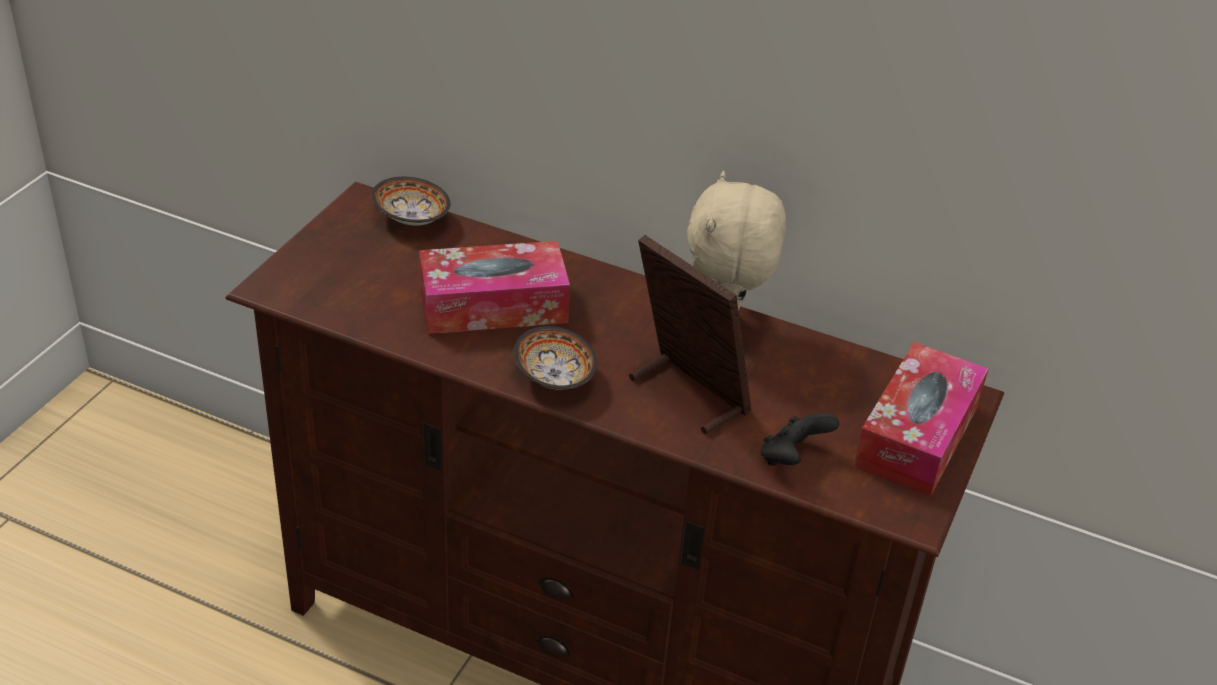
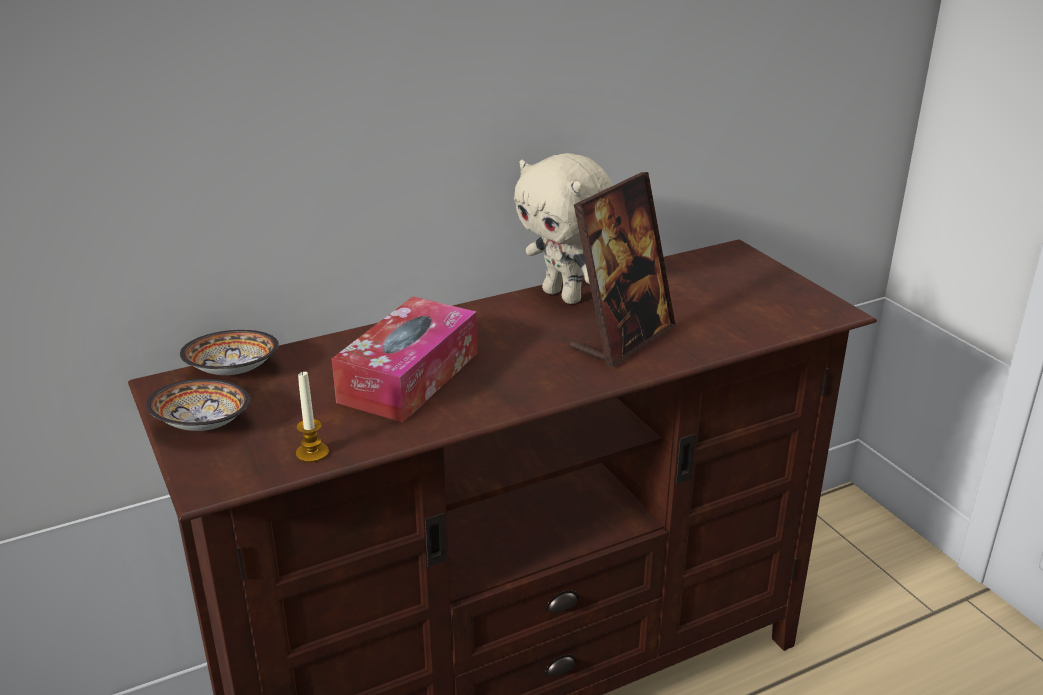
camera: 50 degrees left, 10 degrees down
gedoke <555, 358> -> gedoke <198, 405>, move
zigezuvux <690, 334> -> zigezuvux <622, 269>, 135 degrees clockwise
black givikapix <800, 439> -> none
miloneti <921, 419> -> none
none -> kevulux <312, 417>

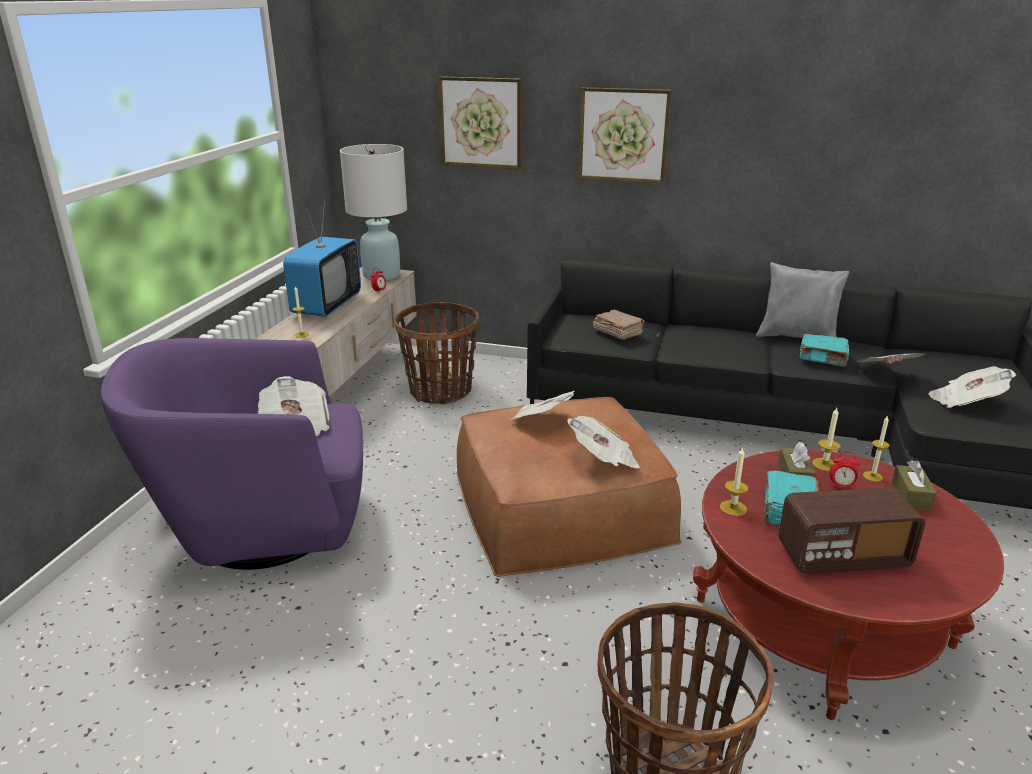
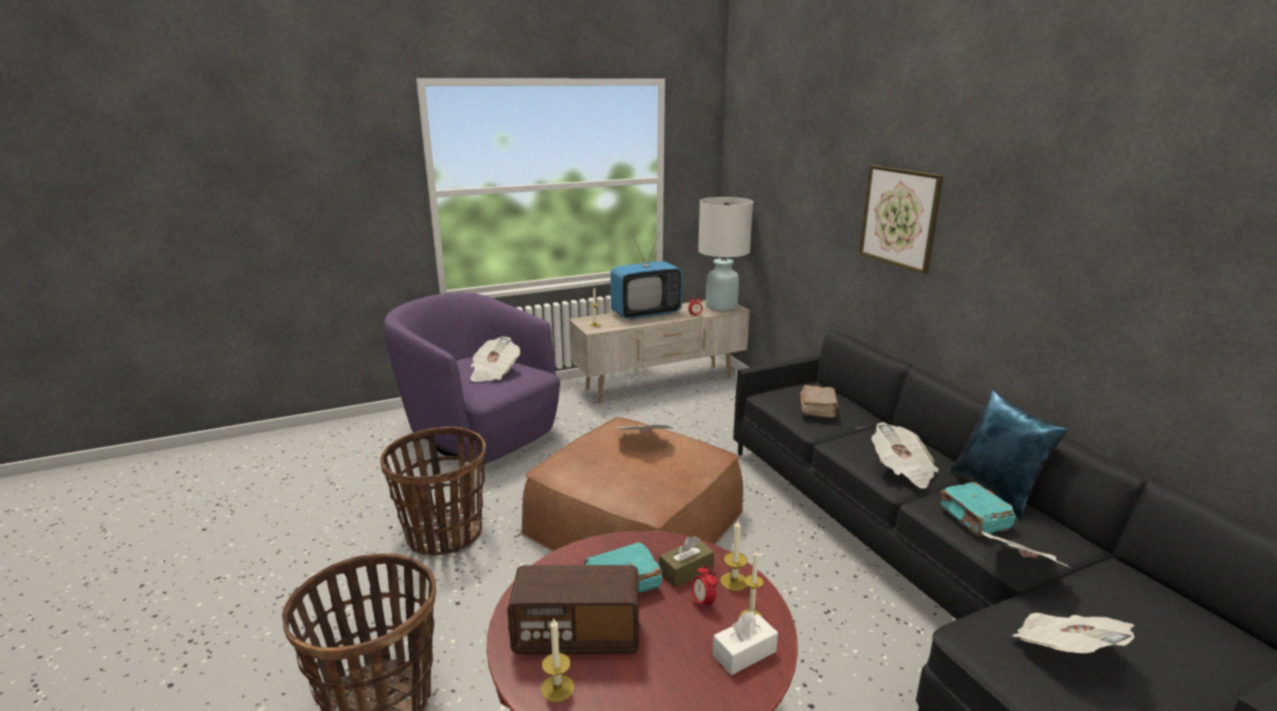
camera: 50 degrees right, 5 degrees down
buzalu <436, 353> -> buzalu <433, 491>, move
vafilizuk <480, 122> -> none
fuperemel <603, 442> -> fuperemel <905, 455>, move
kevulux <734, 481> -> kevulux <557, 659>, move
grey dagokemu <802, 300> -> blue dagokemu <1009, 455>
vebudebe <852, 530> -> vebudebe <573, 610>, 45 degrees counterclockwise
brown miloneti <914, 485> -> white miloneti <745, 643>

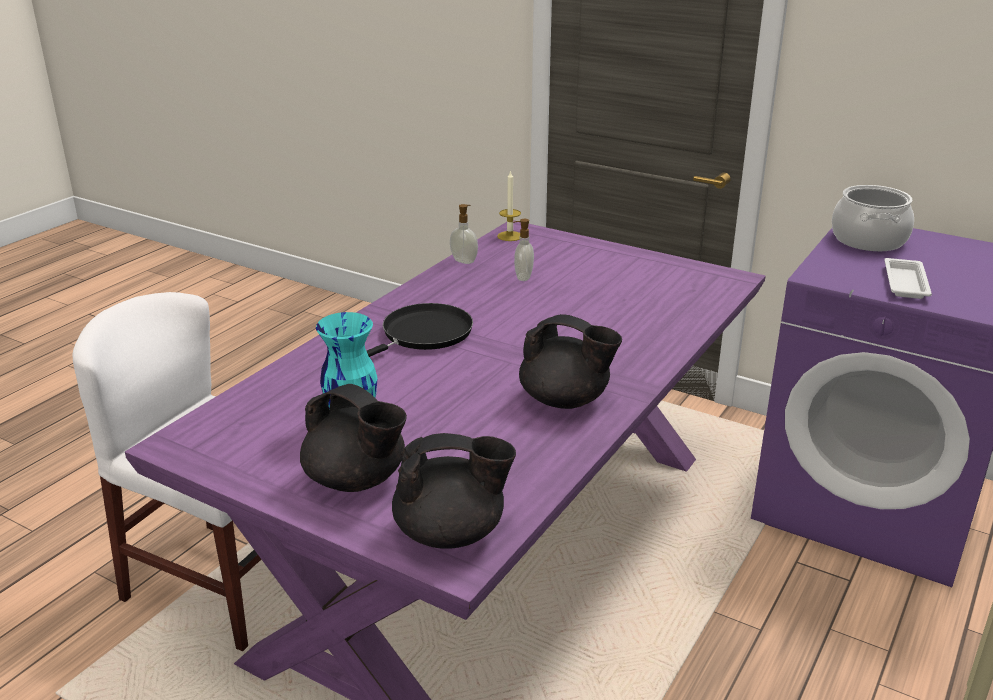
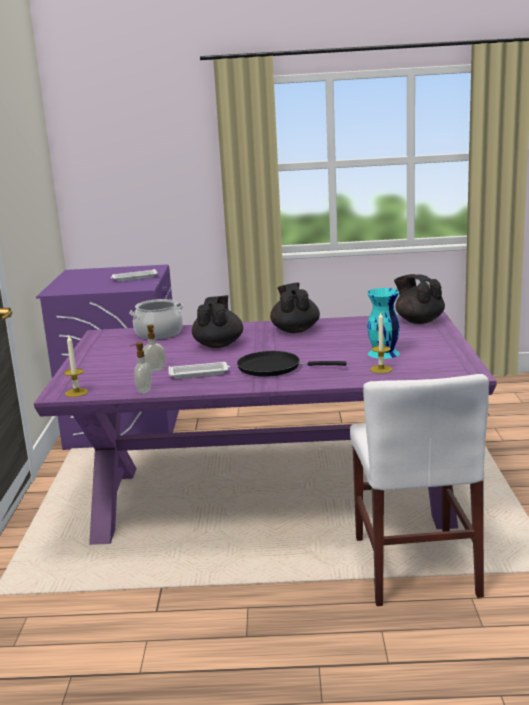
camera: 120 degrees left, 10 degrees down
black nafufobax <353, 438> -> black nafufobax <217, 321>, move
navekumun <873, 218> -> navekumun <156, 319>, move
none -> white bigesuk <199, 370>
none -> kevulux <381, 343>

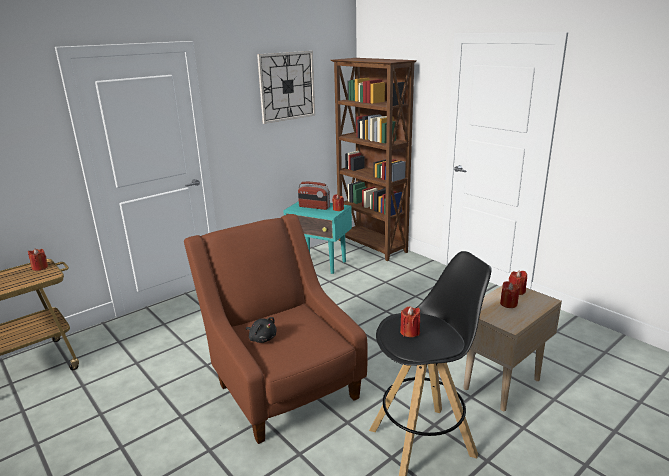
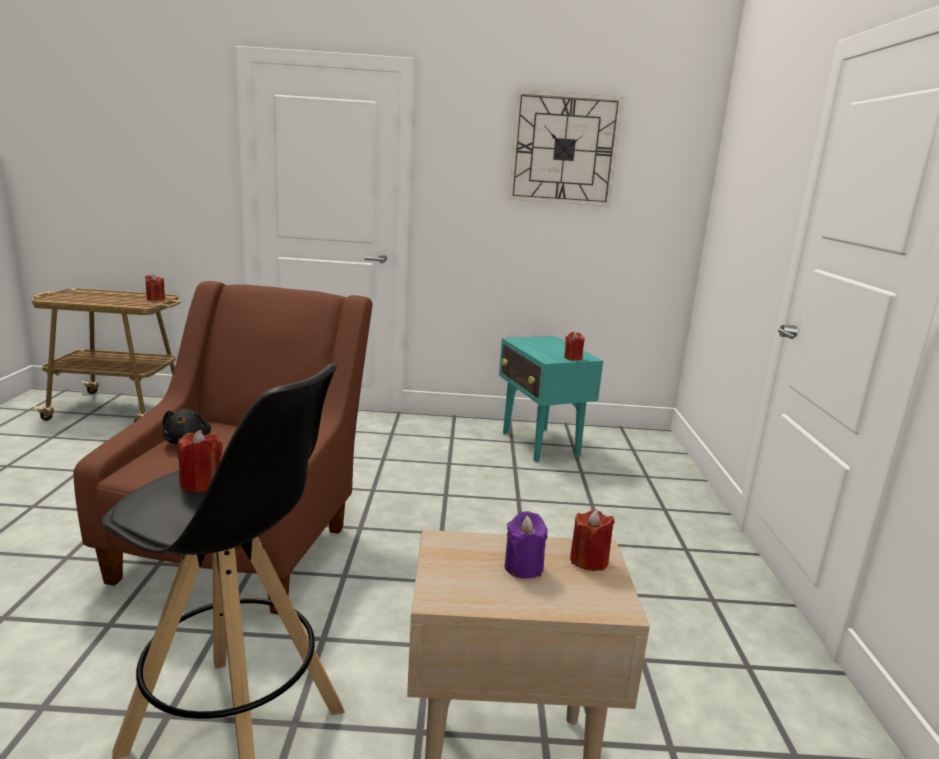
camera: 40 degrees right, 5 degrees down
vebudebe <314, 196> -> none
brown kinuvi <374, 159> -> none
red kevulux <510, 294> -> purple kevulux <526, 545>

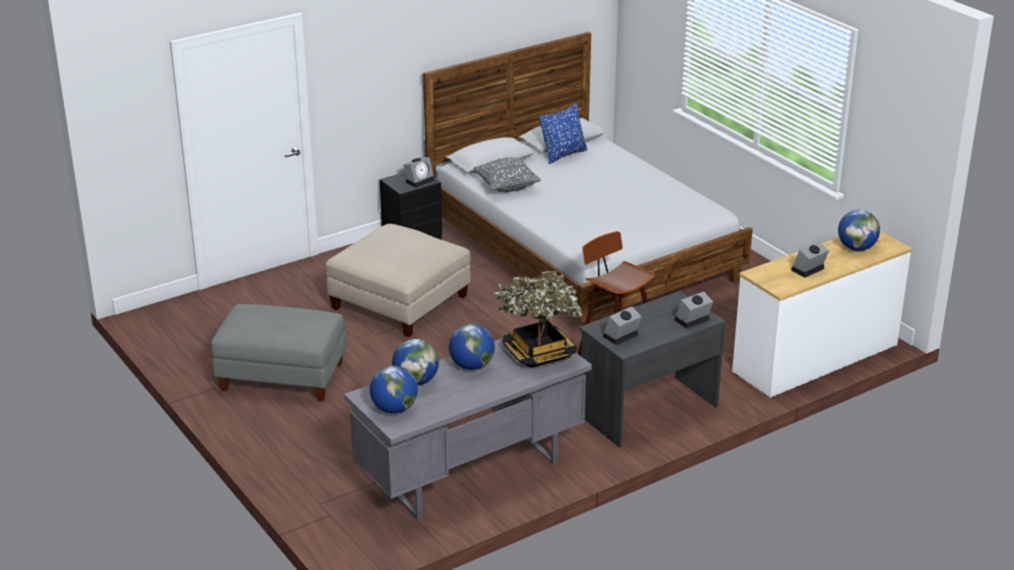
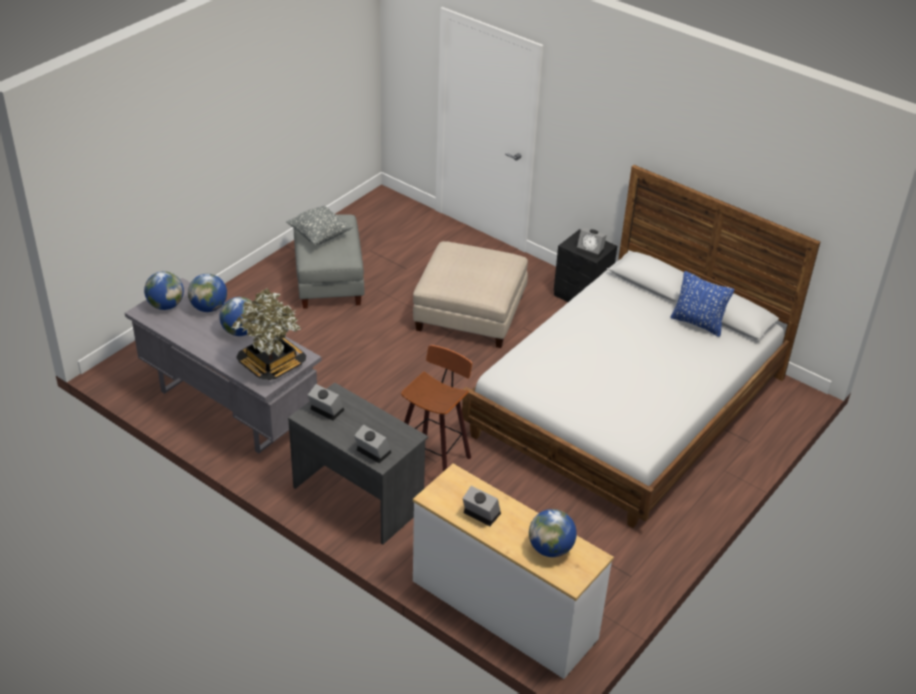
camera: 70 degrees right, 10 degrees up
grey dagokemu <507, 175> -> grey dagokemu <319, 225>, move

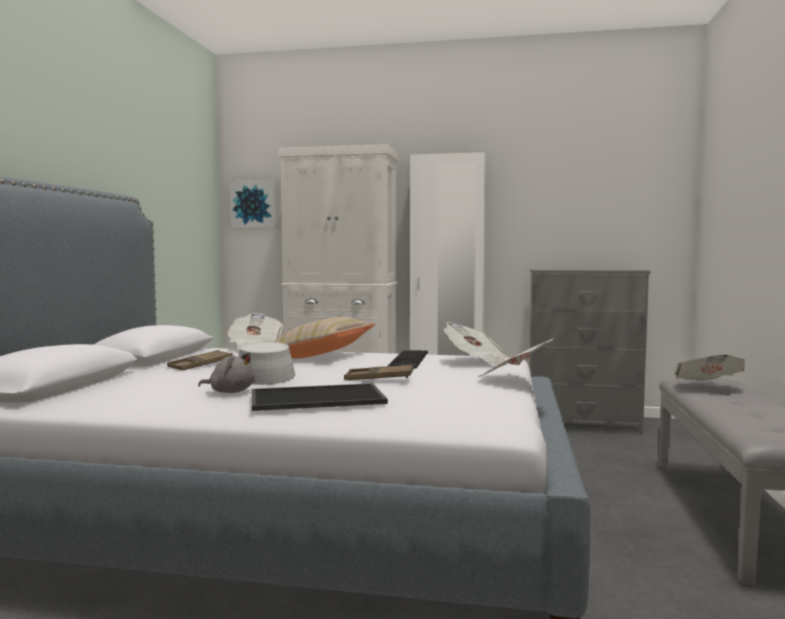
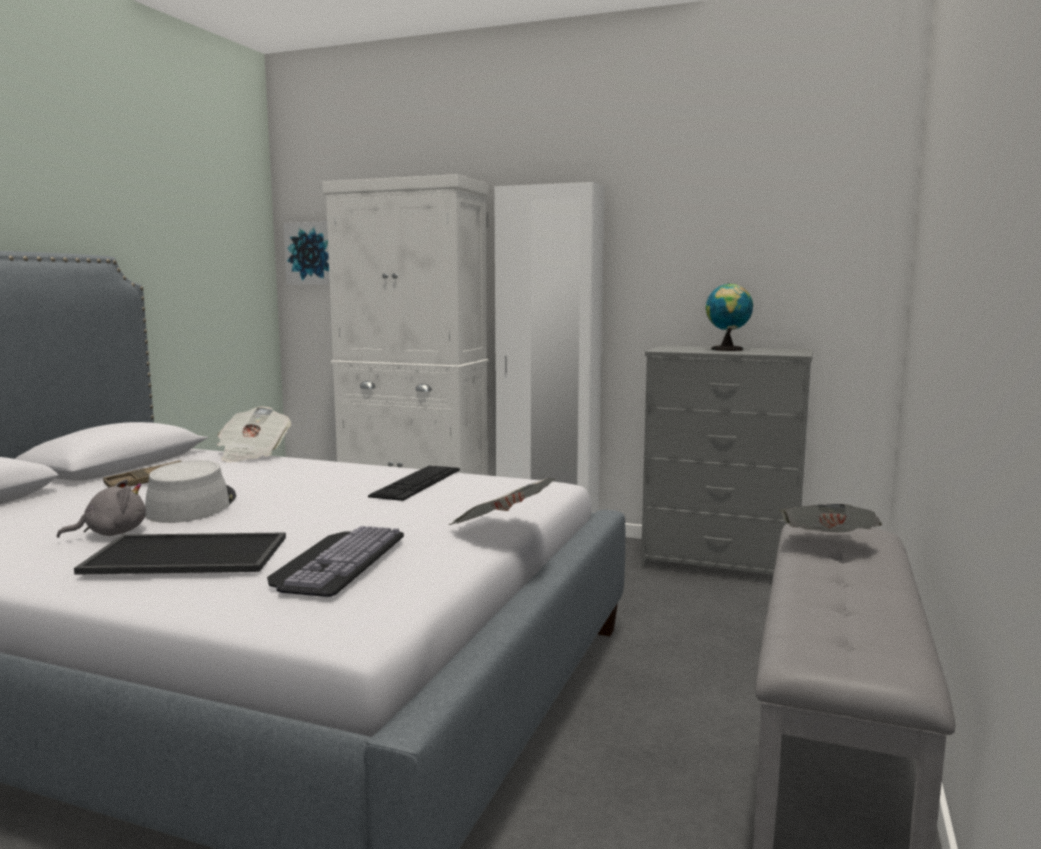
camera: 10 degrees right, 5 degrees up
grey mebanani <226, 372> -> grey mebanani <101, 508>, 60 degrees counterclockwise
beige dagokemu <324, 337> -> none
brown bigesuk <378, 372> -> none
fuperemel <476, 344> -> none
none -> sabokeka <335, 561>
none -> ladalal <729, 317>

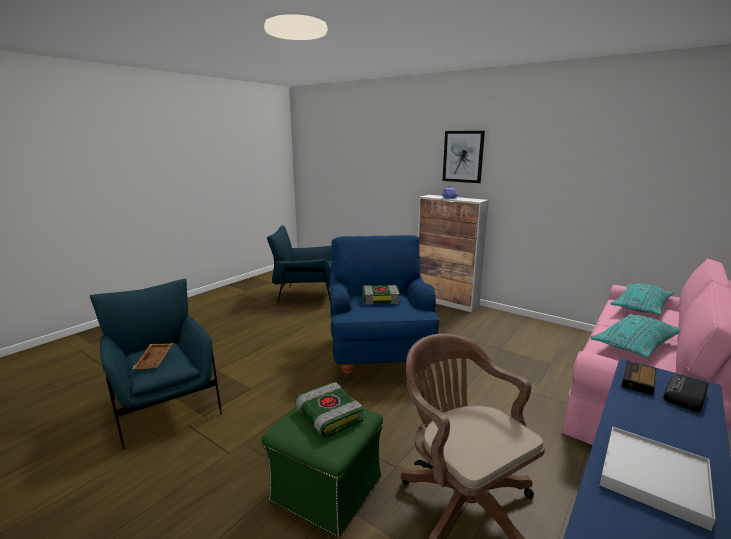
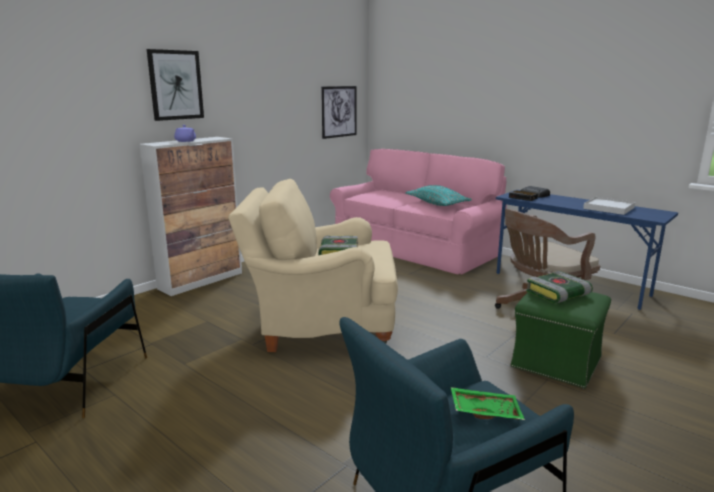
camera: 85 degrees left, 0 degrees up
brown bigesuk <153, 356> -> green bigesuk <488, 403>
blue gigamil <384, 306> -> beige gigamil <313, 265>
turquoise dagokemu <642, 299> -> none
none -> vafilizuk <338, 112>

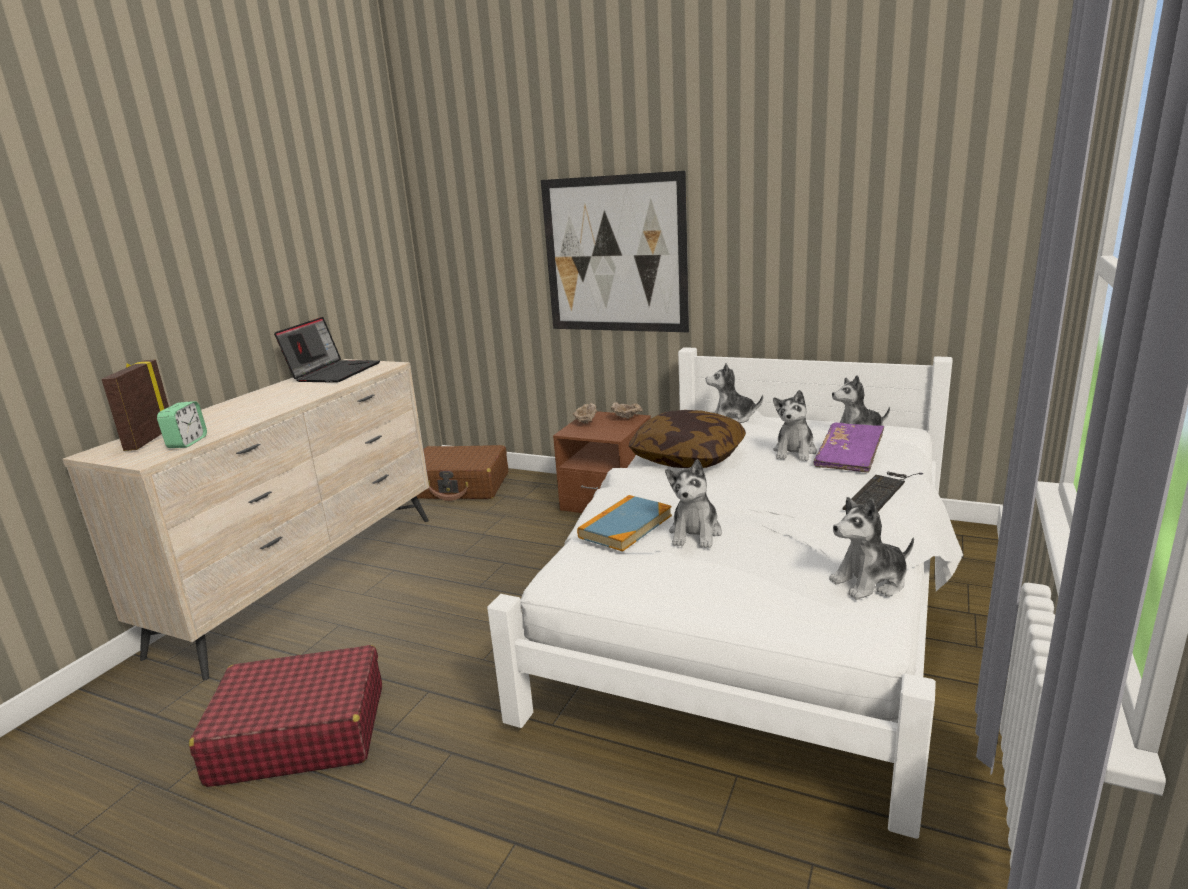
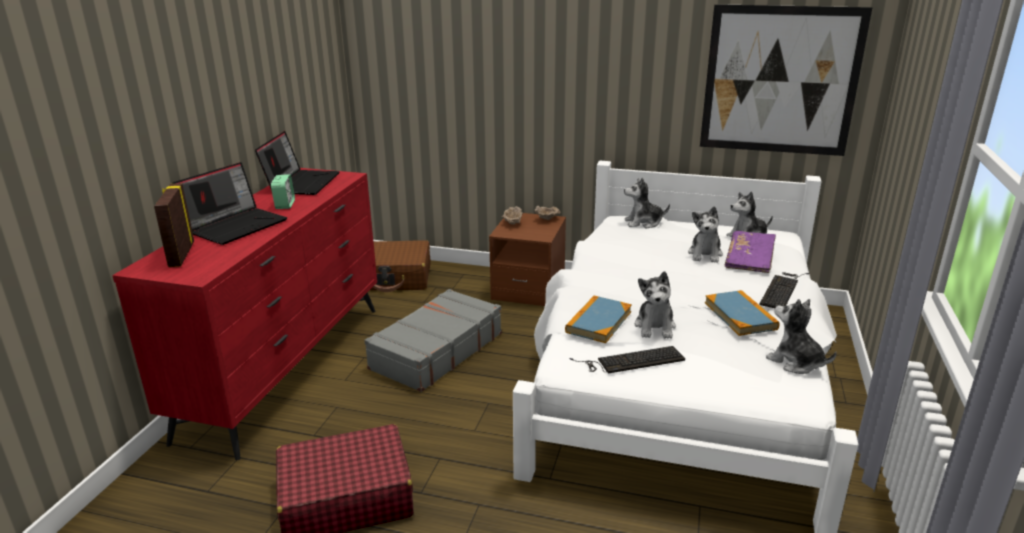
camera: 10 degrees left, 5 degrees up
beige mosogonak <245, 520> -> red mosogonak <244, 314>
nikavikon <182, 424> -> nikavikon <283, 191>, move
vafilizuk <615, 251> -> vafilizuk <786, 80>, move
dagokemu <687, 439> -> none
mebanani <871, 548> -> mebanani <801, 336>, 75 degrees clockwise
none -> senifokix <229, 203>
none -> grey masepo <433, 340>
none -> sabokeka <627, 359>
none -> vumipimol <742, 313>

